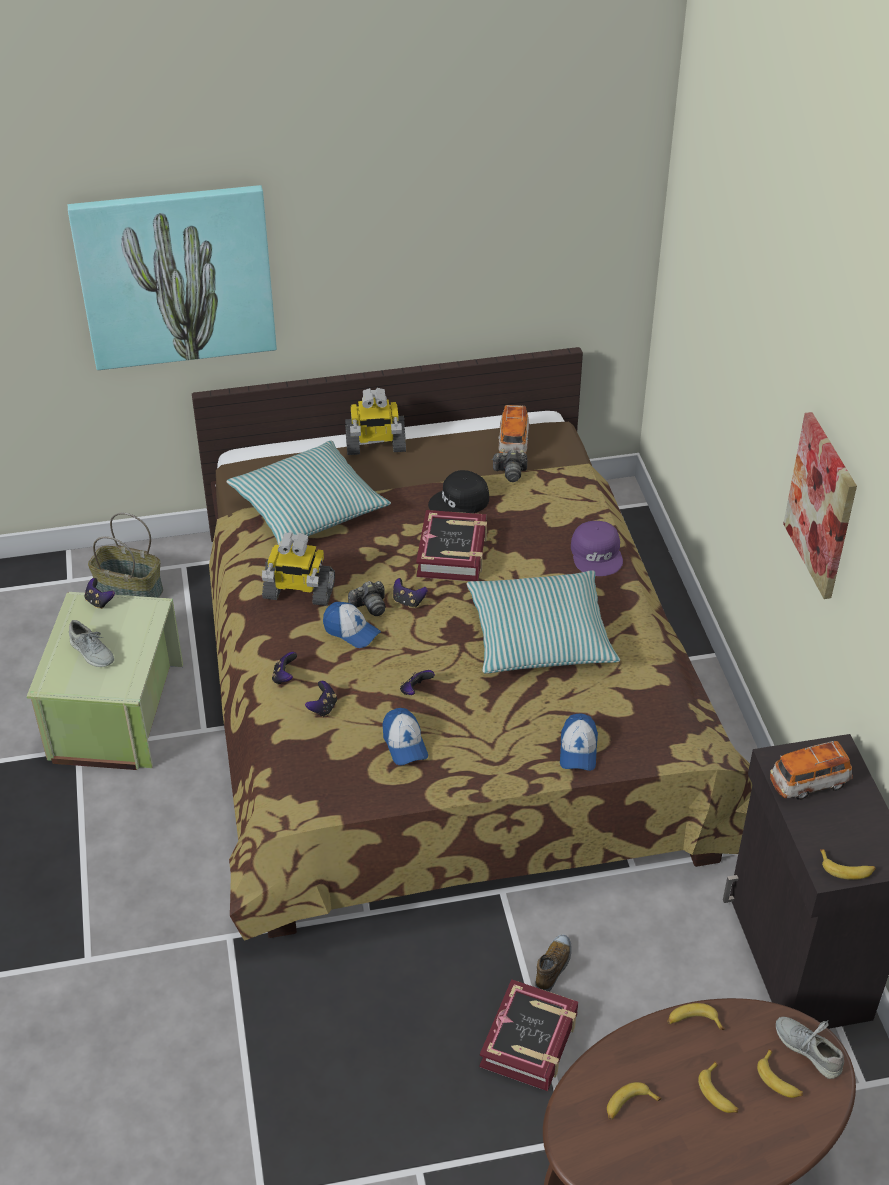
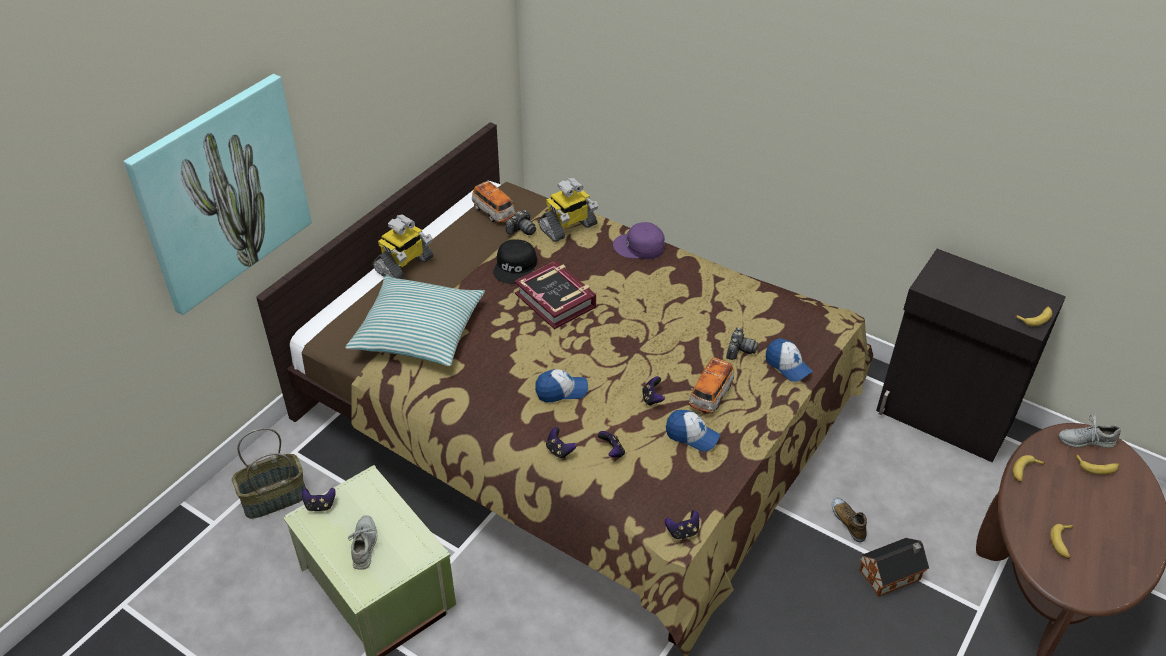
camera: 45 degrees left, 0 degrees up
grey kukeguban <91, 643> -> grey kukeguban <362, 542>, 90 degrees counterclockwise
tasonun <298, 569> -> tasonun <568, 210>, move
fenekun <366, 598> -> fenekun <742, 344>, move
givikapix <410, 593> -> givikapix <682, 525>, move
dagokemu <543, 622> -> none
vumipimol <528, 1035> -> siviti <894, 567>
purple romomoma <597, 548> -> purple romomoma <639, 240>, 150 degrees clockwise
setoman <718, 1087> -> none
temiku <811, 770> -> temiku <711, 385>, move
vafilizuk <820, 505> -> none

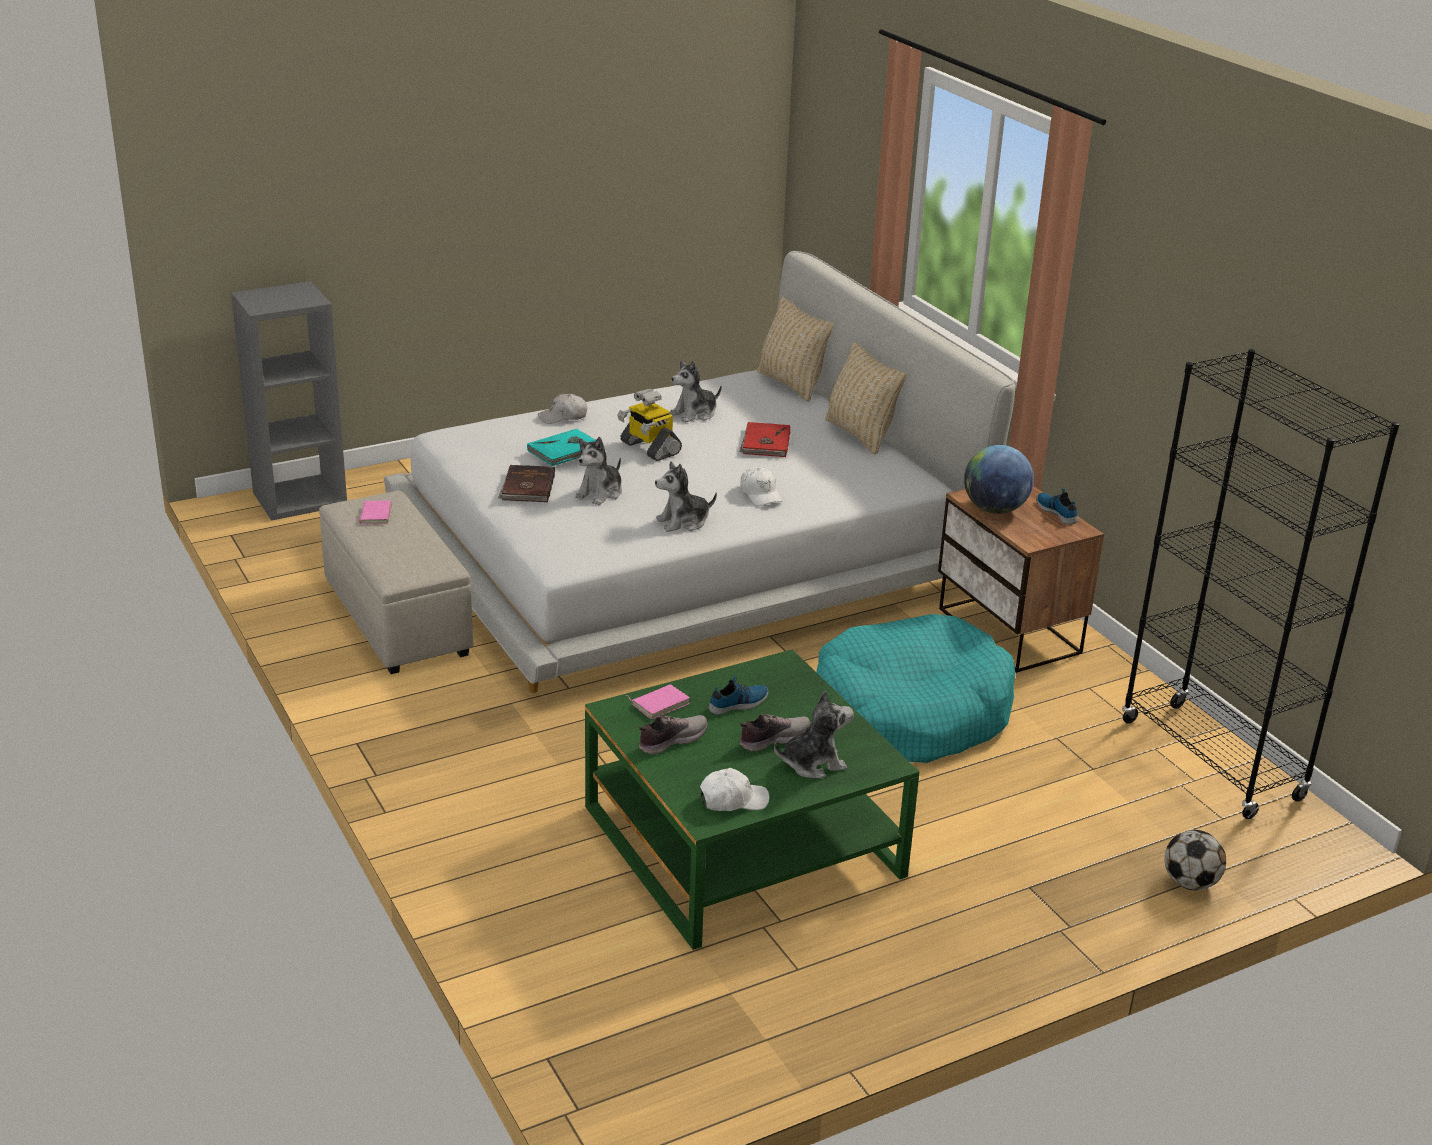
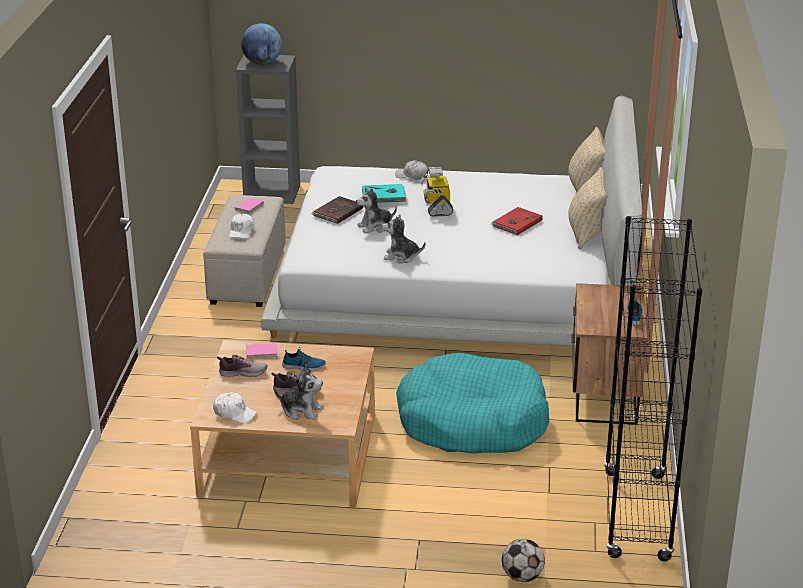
camera: 35 degrees right, 0 degrees up
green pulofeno <752, 799> -> beige pulofeno <282, 423>
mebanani <696, 391> -> none
white romomoma <761, 486> -> white romomoma <241, 226>, move
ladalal <999, 479> -> ladalal <261, 44>, move

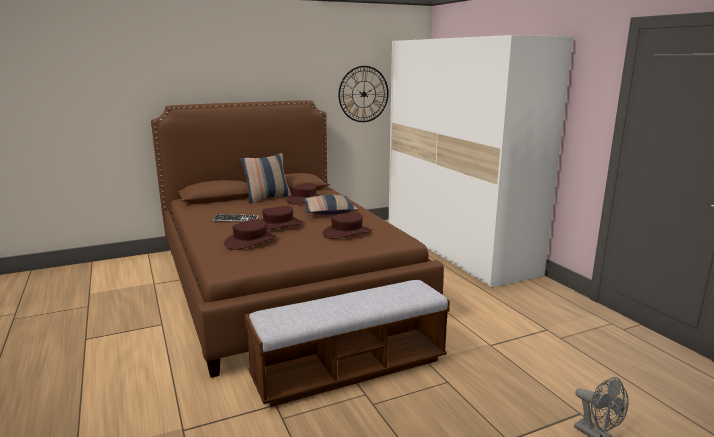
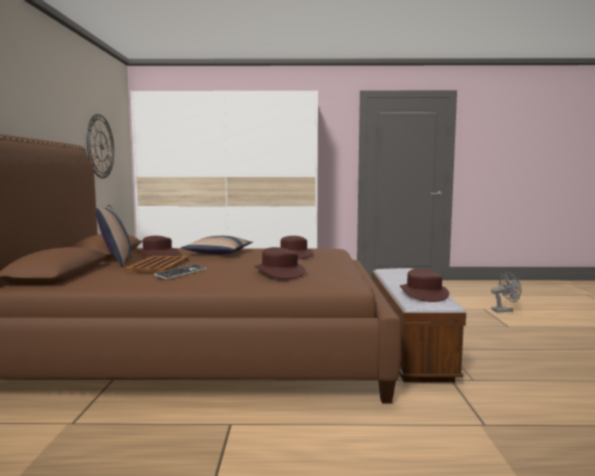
camera: 65 degrees left, 10 degrees down
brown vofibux <282, 218> -> brown vofibux <424, 285>, move
none -> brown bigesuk <157, 264>

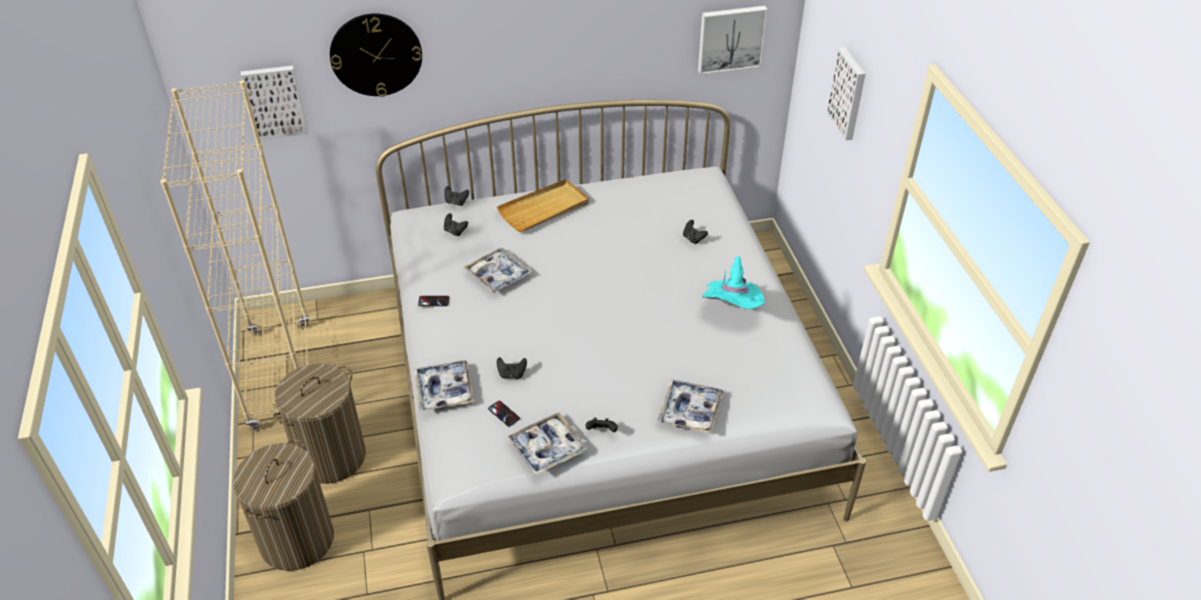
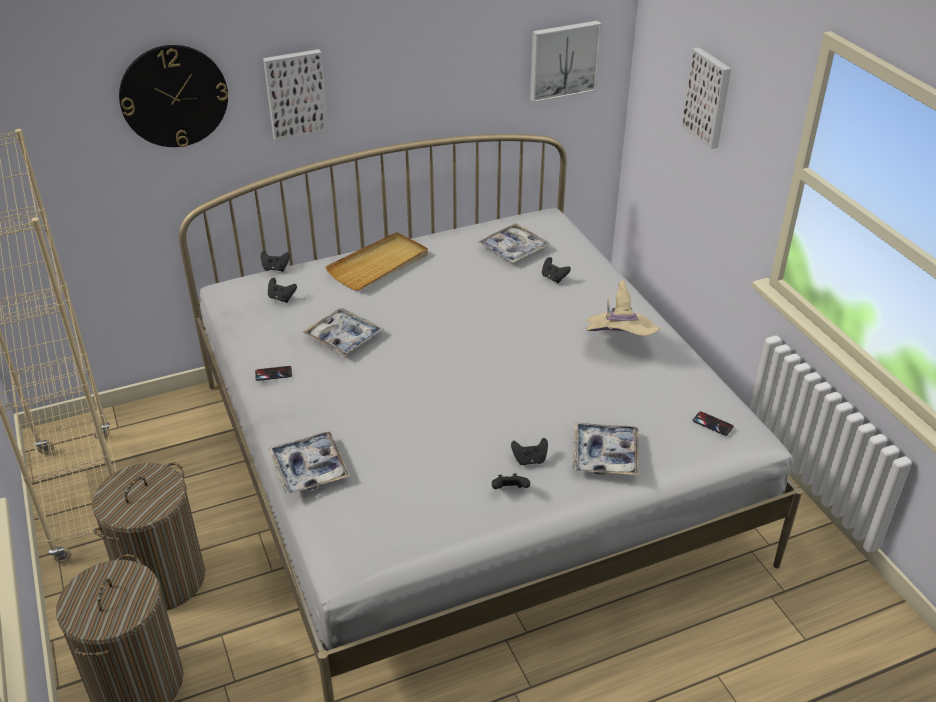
camera: 10 degrees left, 5 degrees down
vafilizuk <274, 102> -> vafilizuk <296, 95>, move
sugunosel <504, 413> -> sugunosel <713, 423>, move
black givikapix <512, 368> -> black givikapix <529, 451>, move
bigesuk <547, 443> -> bigesuk <513, 243>, move
turquoise vofibux <734, 282> -> beige vofibux <623, 308>

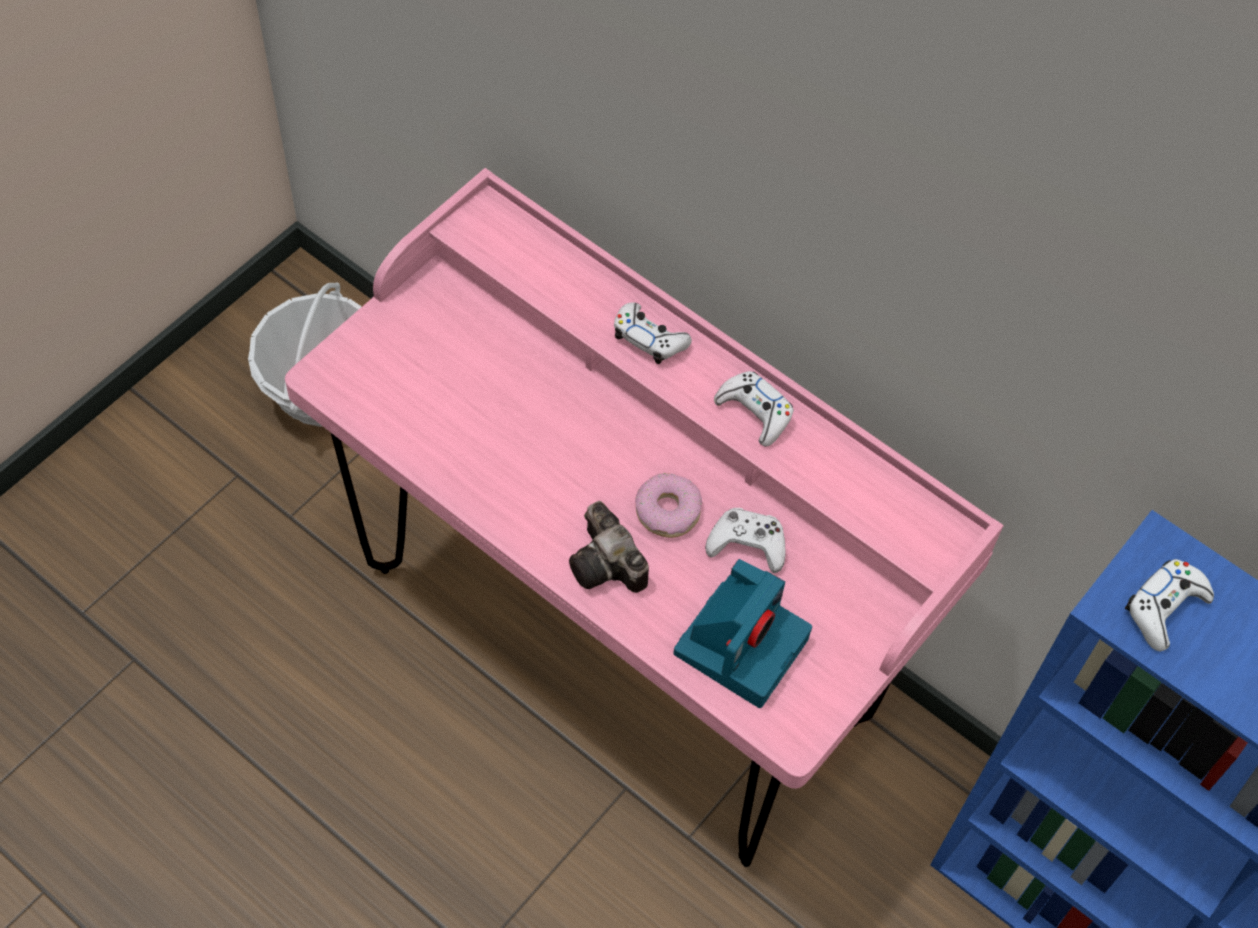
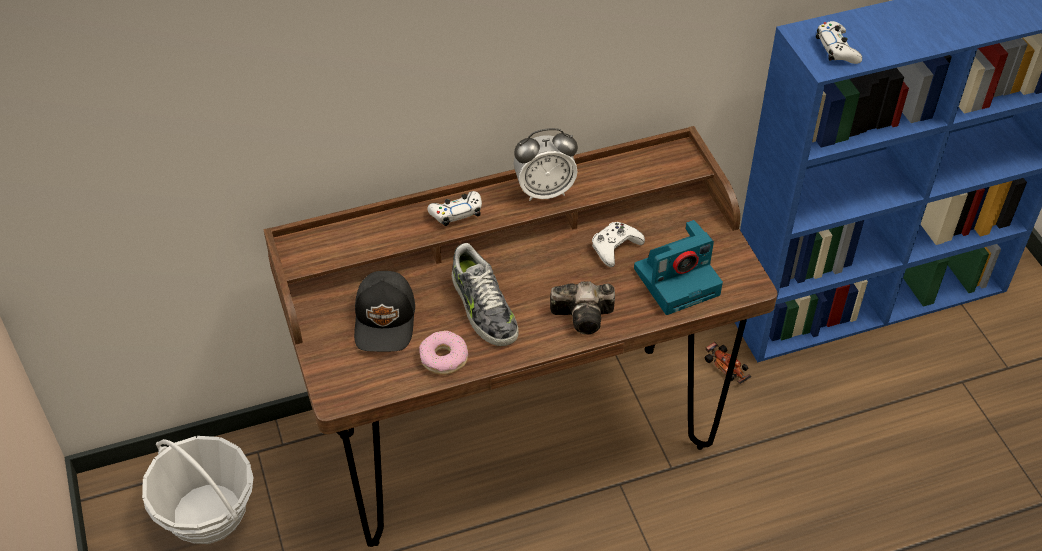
camera: 55 degrees left, 10 degrees down
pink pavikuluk <644, 517> -> brown pavikuluk <520, 336>
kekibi <668, 505> -> kekibi <443, 353>, move
fenekun <742, 633> -> fenekun <678, 267>, 90 degrees clockwise
white givikapix <753, 409> -> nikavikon <546, 164>
none -> black romomoma <384, 311>
none -> kukeguban <485, 294>
none -> temiku <728, 363>

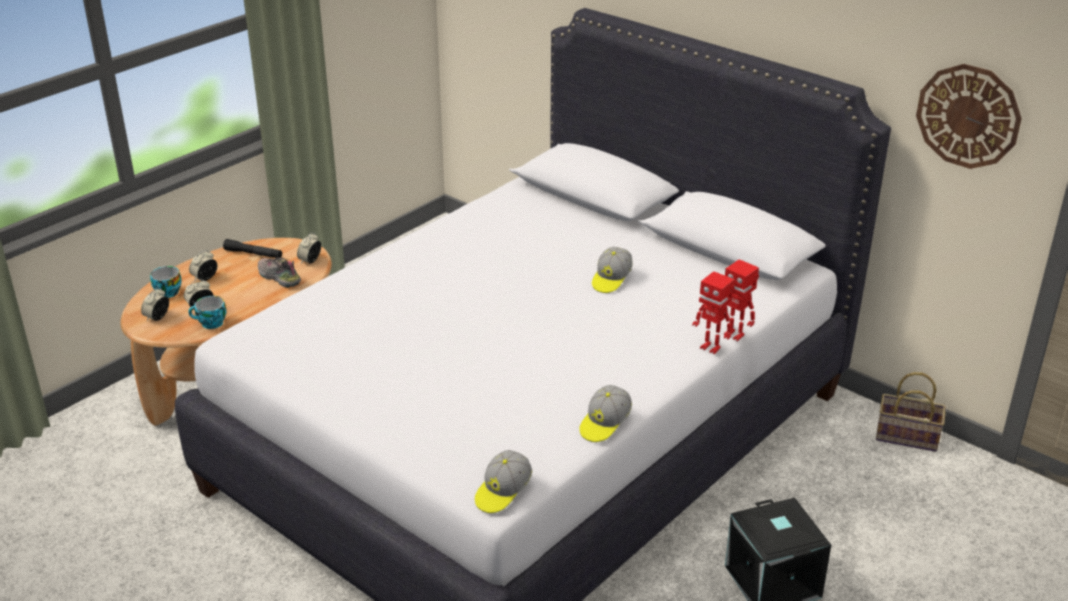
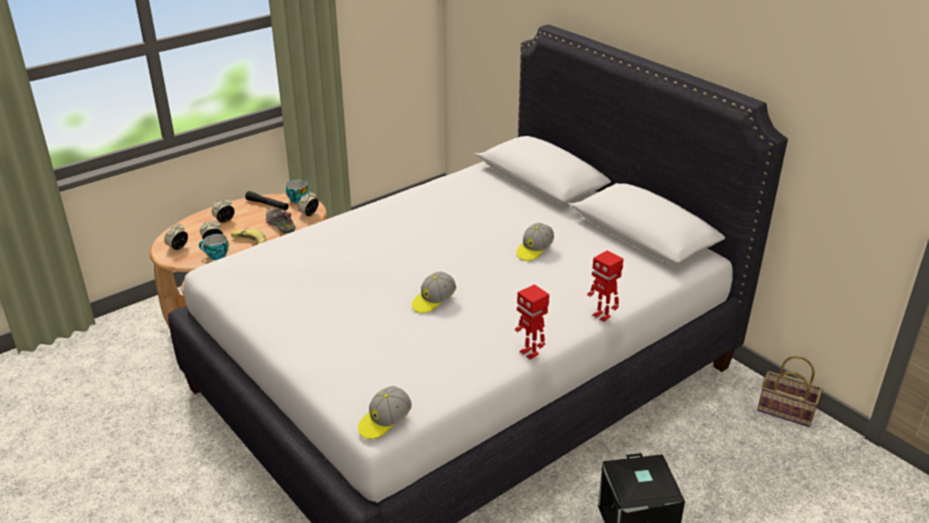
camera: 10 degrees right, 0 degrees up
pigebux <166, 282> -> pigebux <297, 191>, move
romomoma <605, 413> -> romomoma <434, 292>, move
tasonun <741, 300> -> tasonun <532, 322>, move
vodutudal <969, 116> -> none
none -> setoman <248, 236>

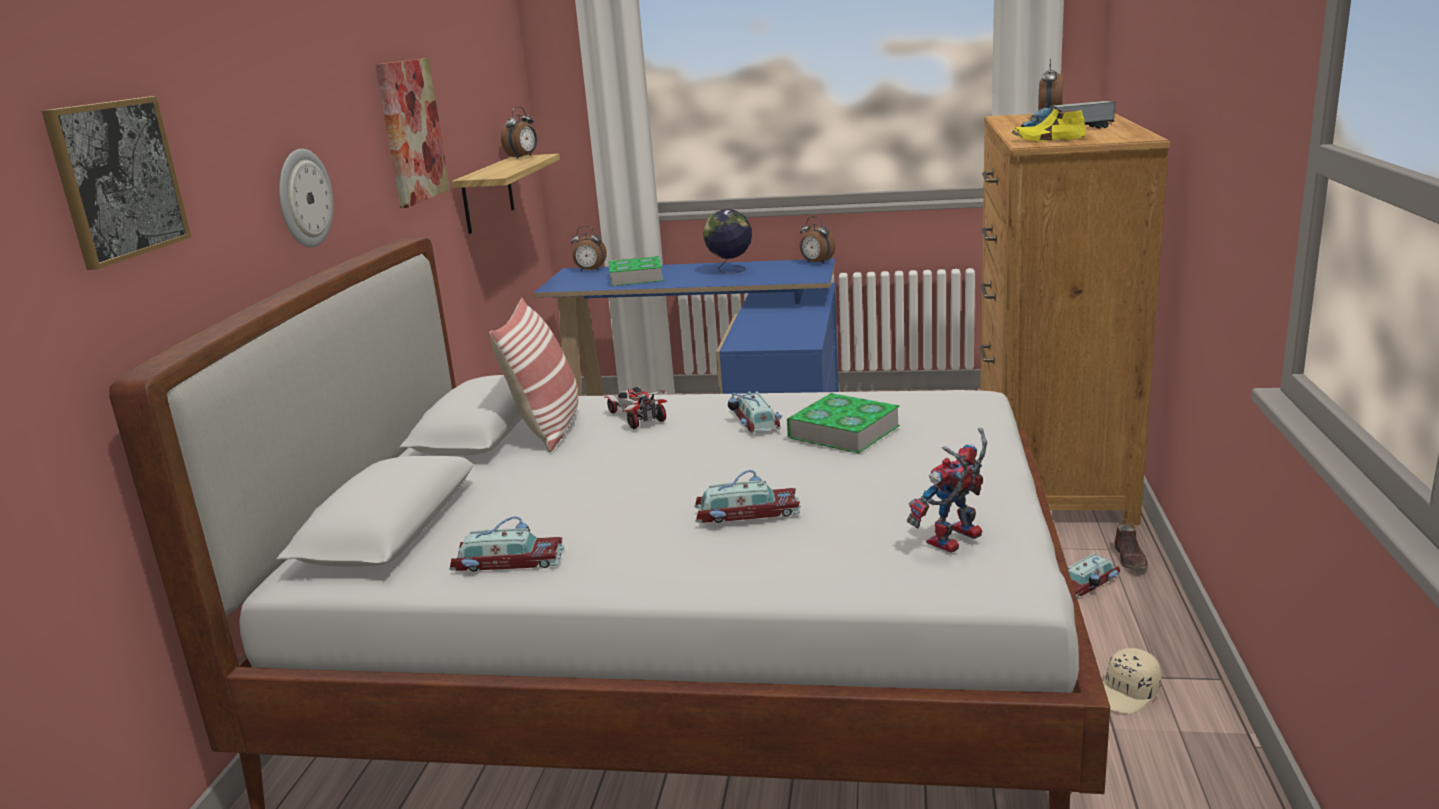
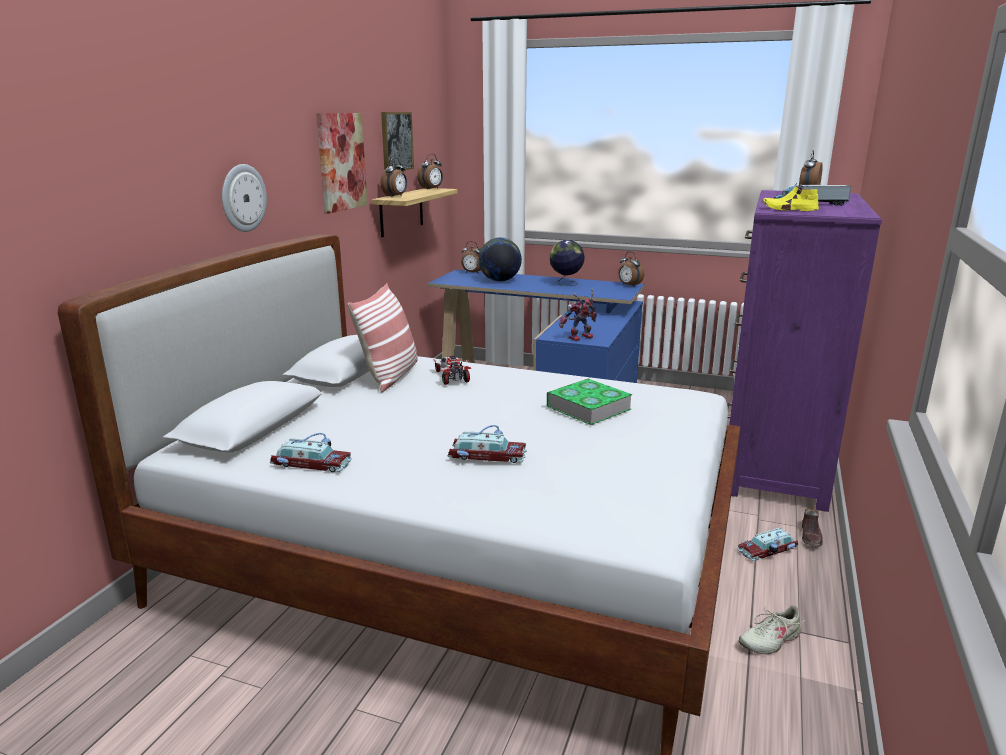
camera: 10 degrees right, 0 degrees up
vafilizuk <116, 183> -> vafilizuk <397, 141>, move
vumipimol <636, 271> -> ladalal <500, 259>
temiku <755, 412> -> none
tasonun <947, 490> -> tasonun <578, 314>, move
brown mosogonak <1075, 319> -> purple mosogonak <804, 351>
beige romomoma <1132, 681> -> beige kukeguban <772, 629>
none -> nikavikon <394, 177>

